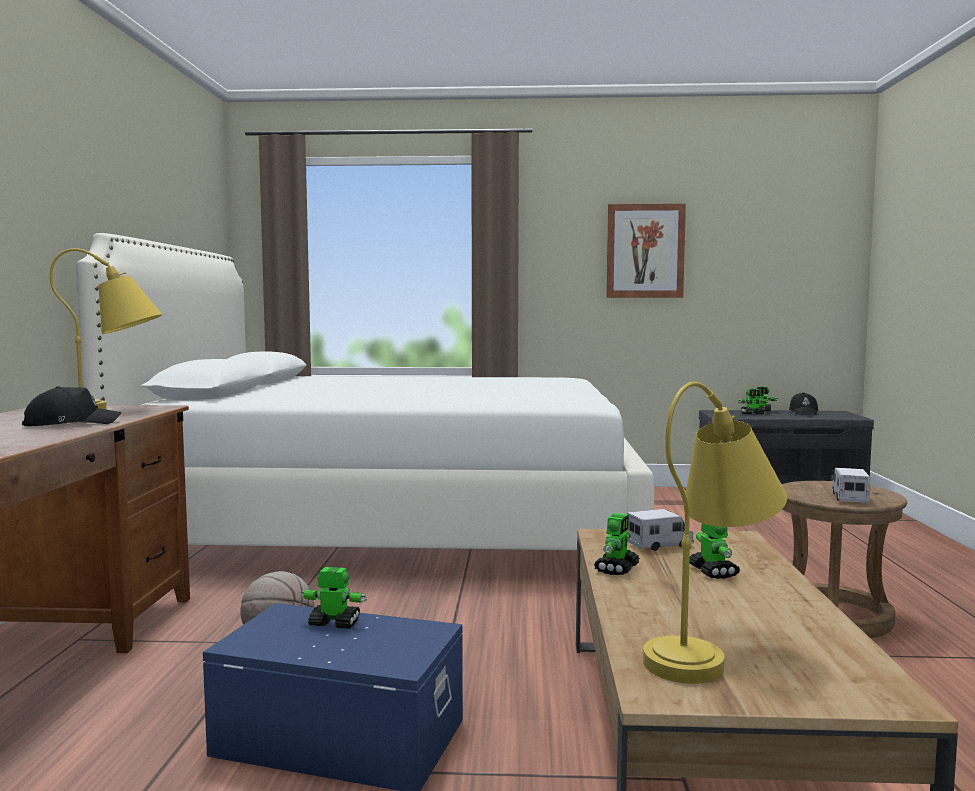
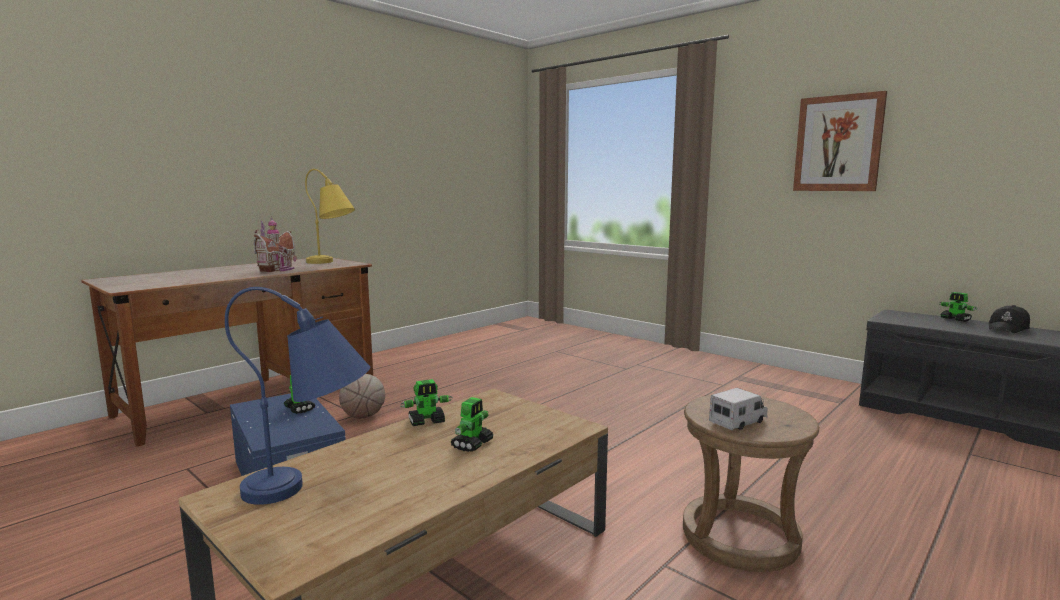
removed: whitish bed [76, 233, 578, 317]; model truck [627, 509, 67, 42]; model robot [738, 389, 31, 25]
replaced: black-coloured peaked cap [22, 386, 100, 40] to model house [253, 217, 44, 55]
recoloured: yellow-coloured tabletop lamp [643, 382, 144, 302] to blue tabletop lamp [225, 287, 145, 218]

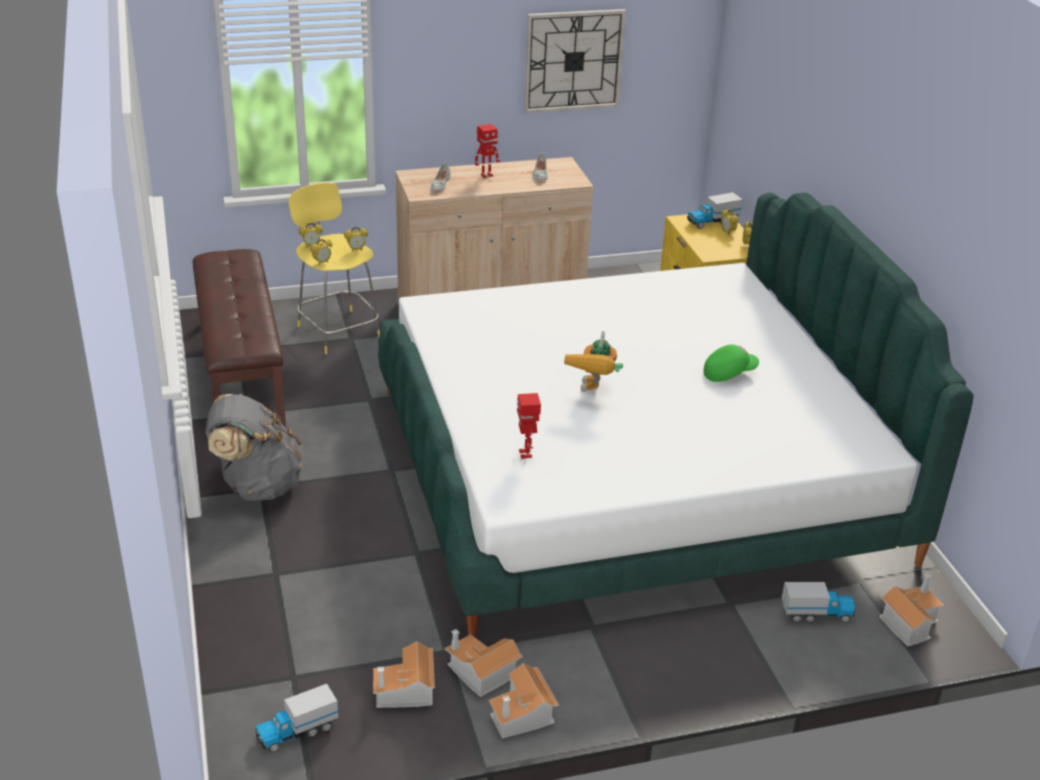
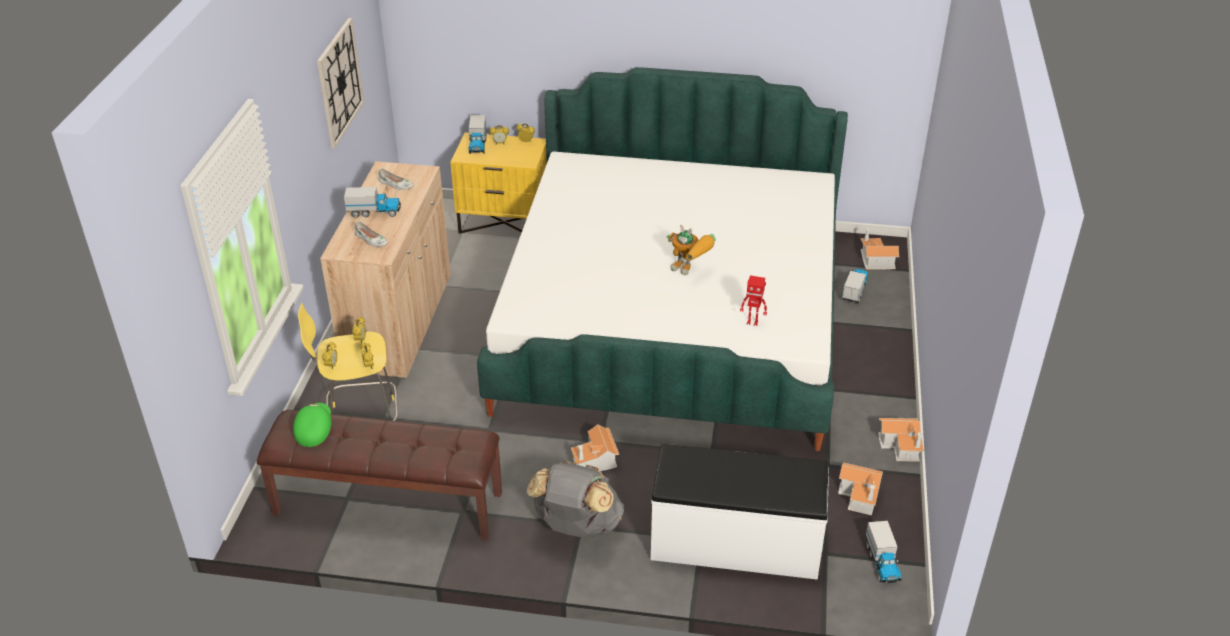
added: whitish long seat [651, 444, 178, 136]
moved: model house [445, 629, 78, 68] to [571, 425, 48, 46]; greenish peaked cap [703, 345, 56, 37] to [293, 403, 38, 44]
replaced: model robot [475, 124, 25, 54] to model truck [344, 187, 57, 31]

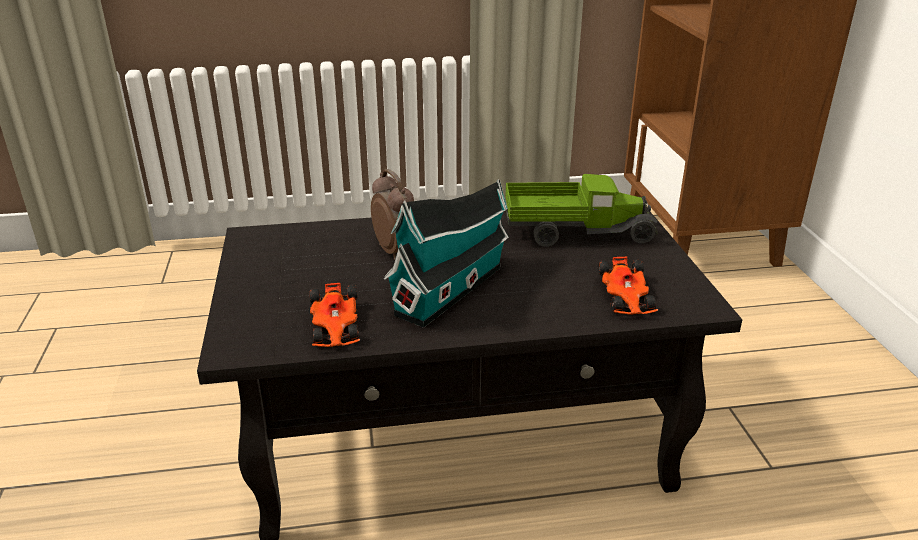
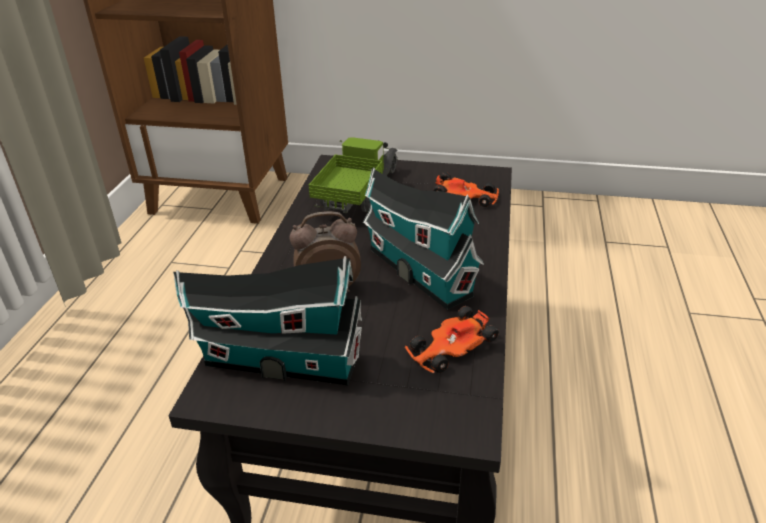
added: model house [173, 256, 189, 129]
turned: miniature car [310, 283, 50, 64] = [405, 306, 94, 67] 135 degrees clockwise

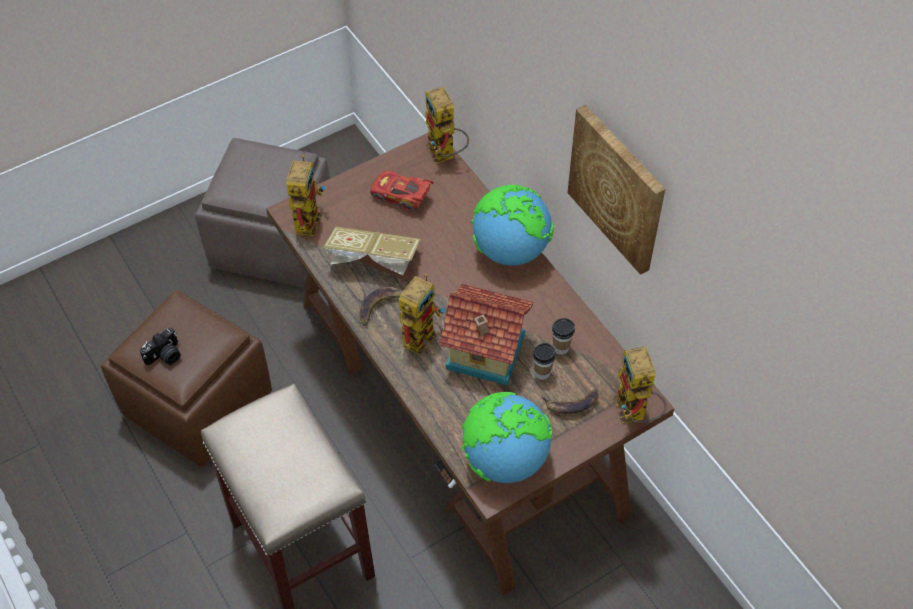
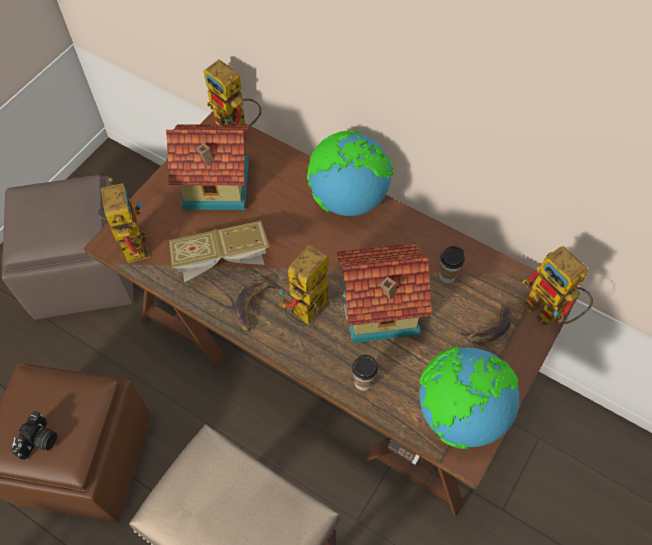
removed: picture [568, 105, 98, 170]
moved: cup [533, 343, 23, 37] to [352, 355, 26, 36]
replaced: red-coloured miniature car [370, 171, 64, 42] to model house [166, 124, 83, 86]
turned: model robot [399, 273, 46, 83] = [279, 245, 50, 83] 150 degrees counterclockwise

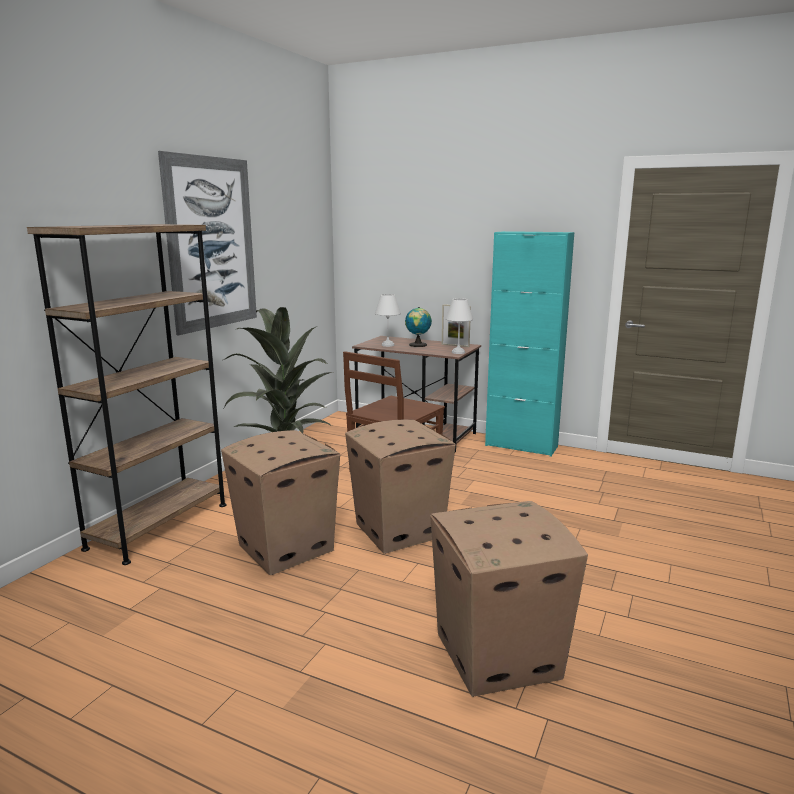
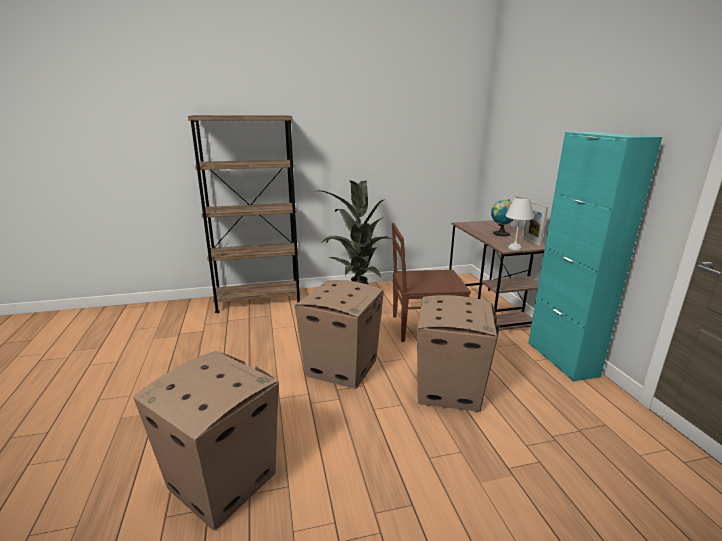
removed: picture [158, 151, 99, 184]; whitish tabletop lamp [375, 294, 26, 53]
moved: carton [221, 430, 119, 145] to [417, 295, 83, 117]

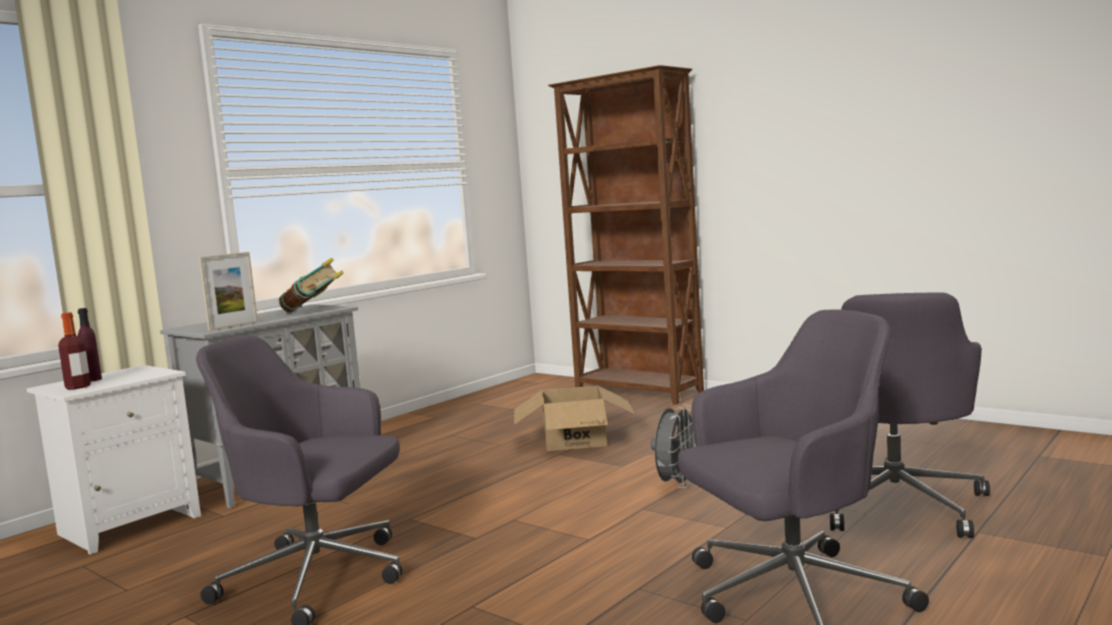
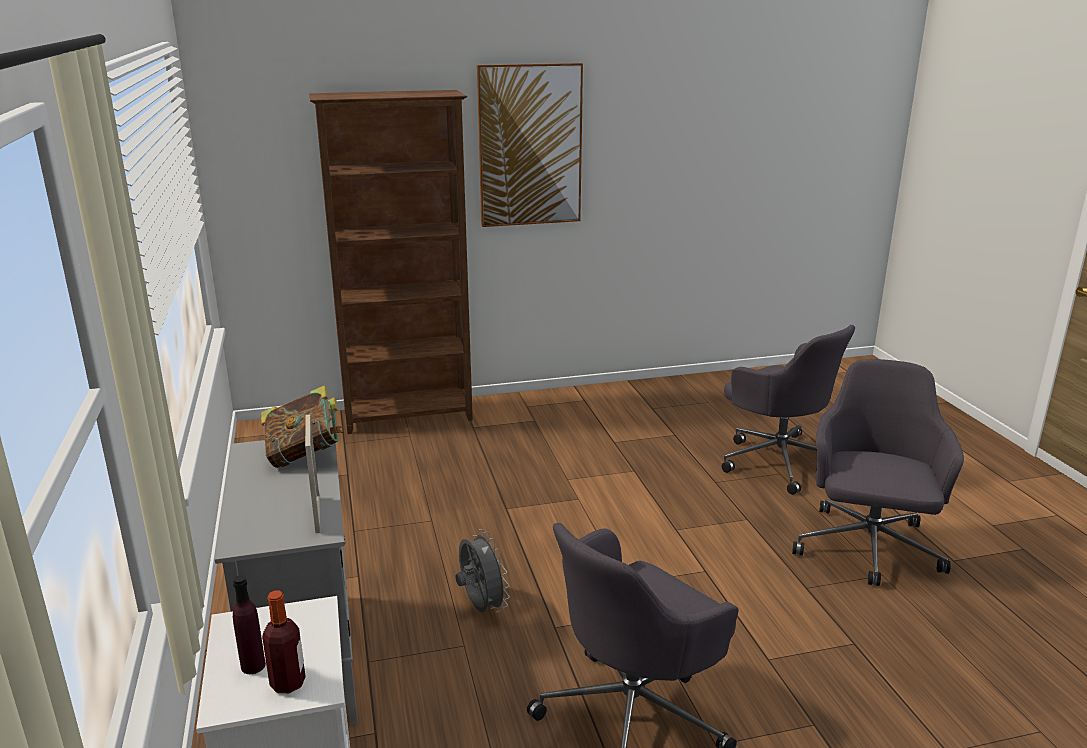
removed: carton [514, 386, 121, 65]
added: picture [477, 63, 106, 164]
moved: grey fan [651, 404, 45, 84] to [455, 529, 55, 84]

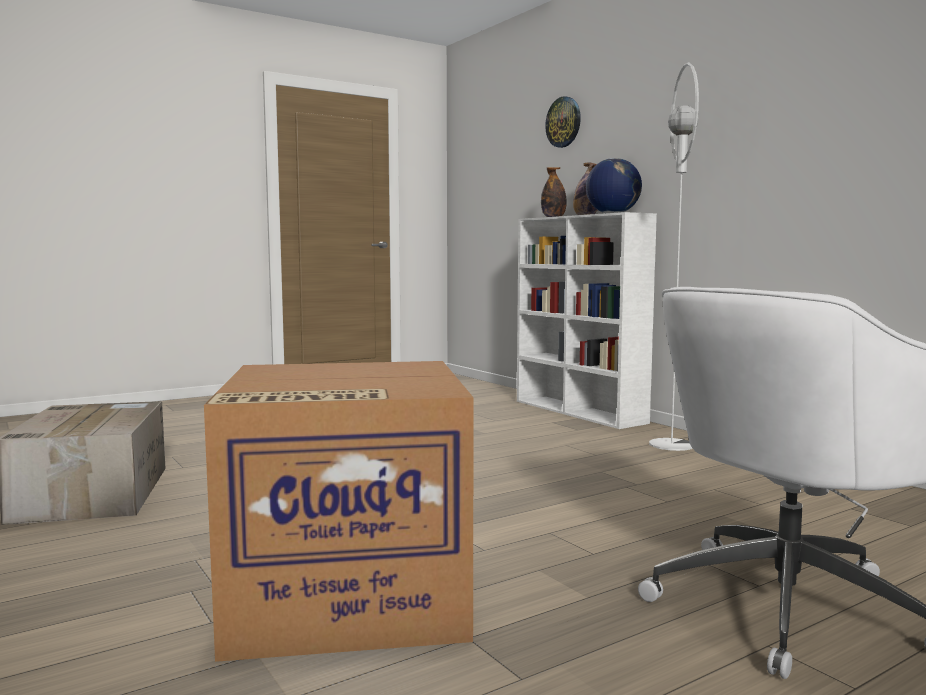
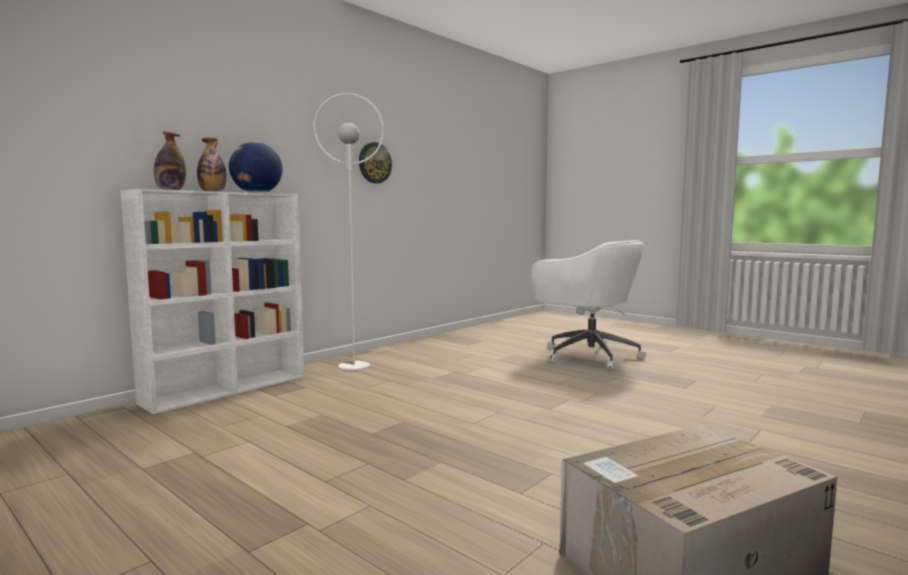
removed: carton [204, 361, 270, 301]
moved: wall clock [545, 96, 36, 52] to [359, 142, 33, 42]

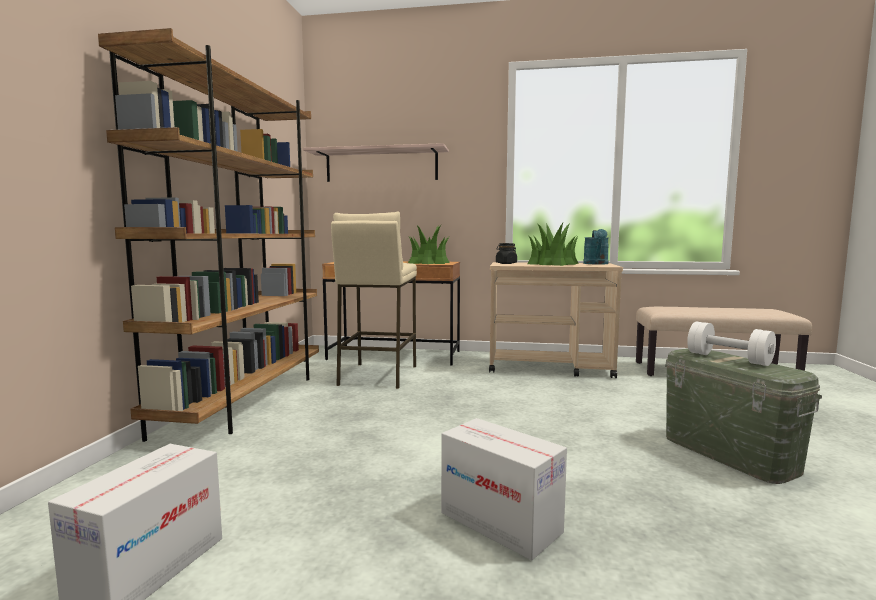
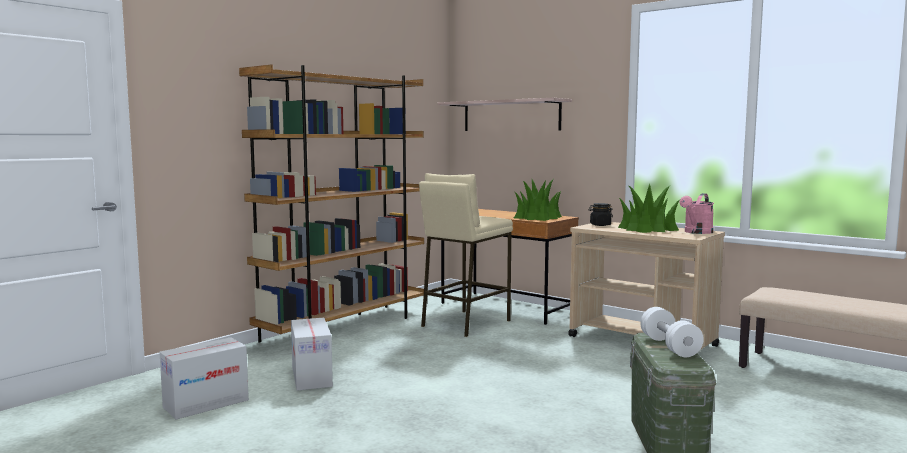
moved: carton [441, 418, 126, 142] to [291, 318, 42, 73]
recoloured: blue-green watering can [583, 229, 26, 35] to pinkish watering can [680, 193, 34, 41]

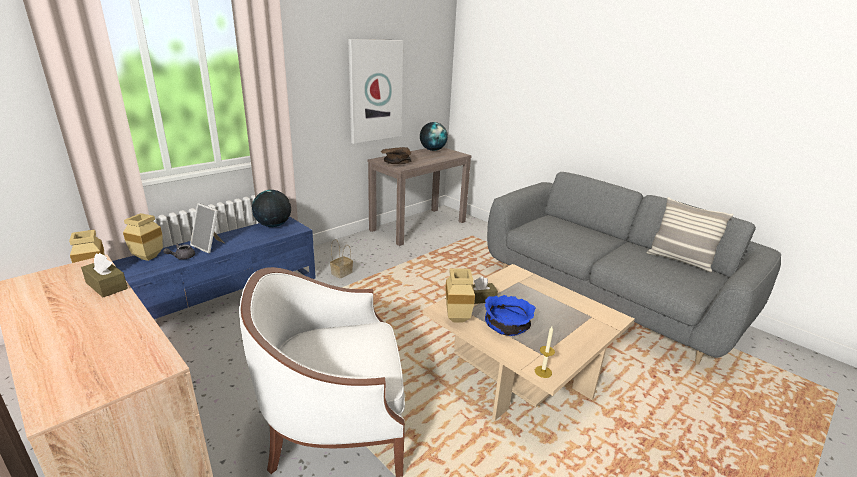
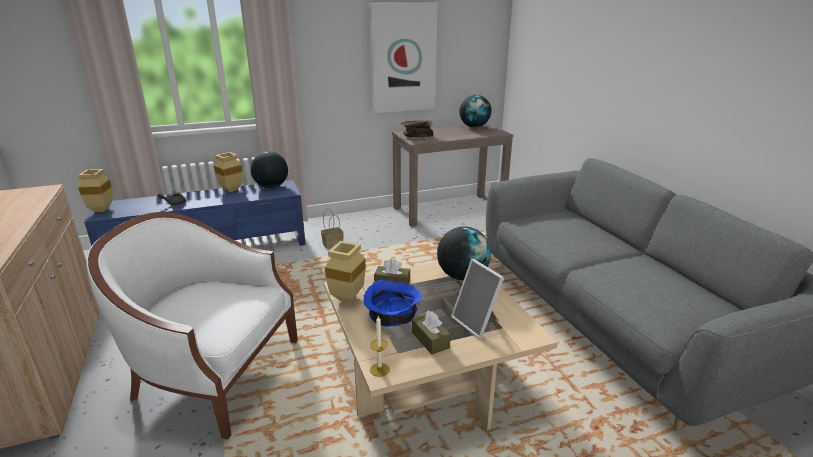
removed: throw pillow [647, 197, 86, 75]
added: globe [437, 227, 54, 53]
moved: brown-coloured box of tissues [81, 253, 47, 44] to [412, 311, 39, 44]; beige decorative vase [123, 213, 40, 48] to [214, 152, 29, 40]; picture frame [190, 203, 34, 50] to [451, 259, 53, 80]

